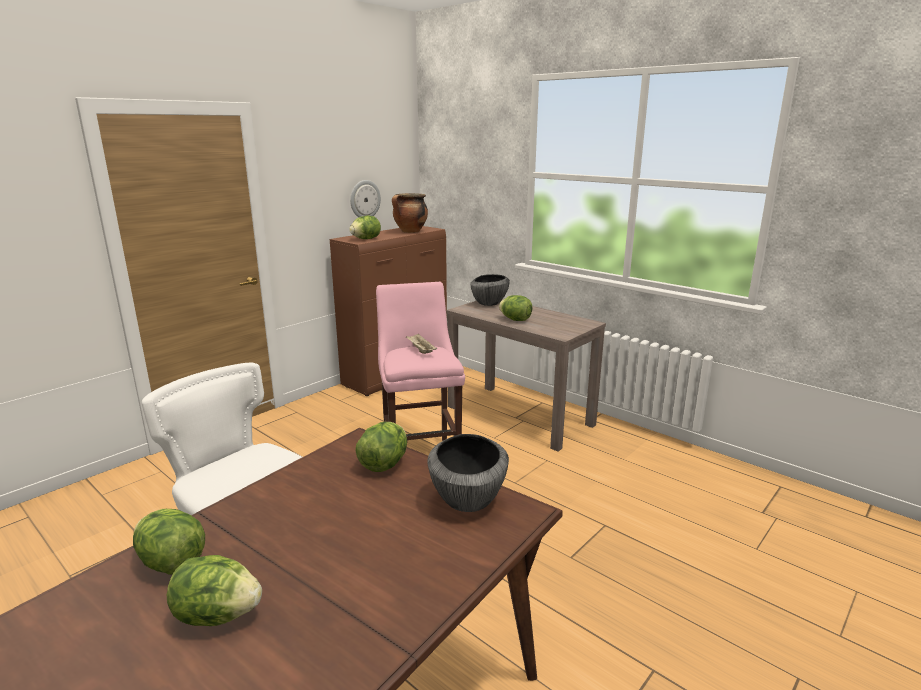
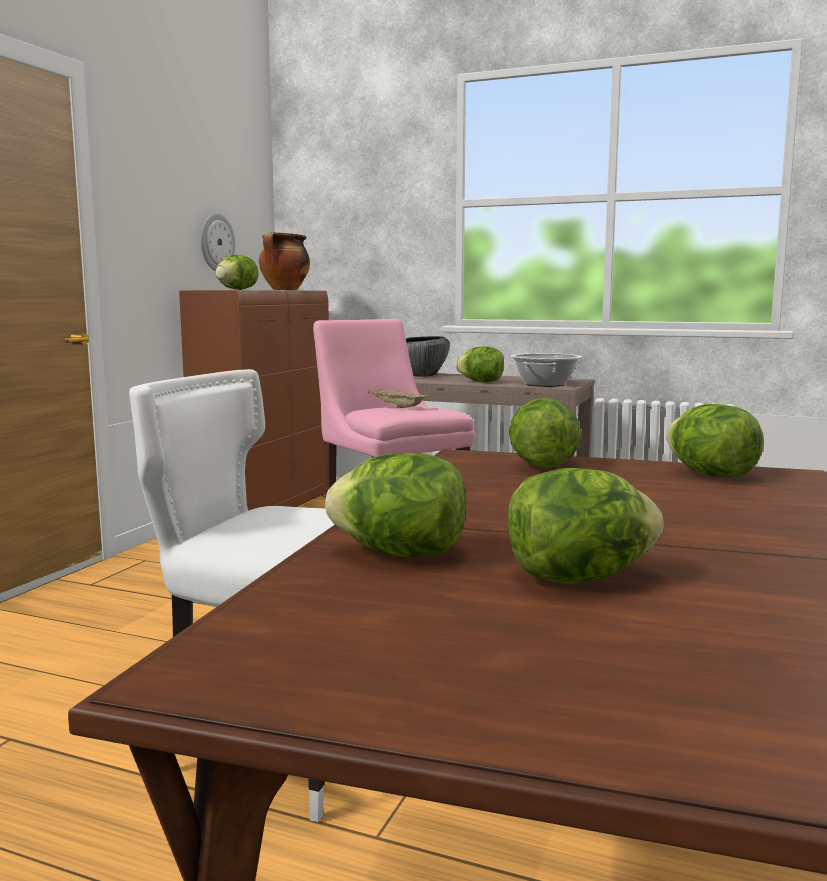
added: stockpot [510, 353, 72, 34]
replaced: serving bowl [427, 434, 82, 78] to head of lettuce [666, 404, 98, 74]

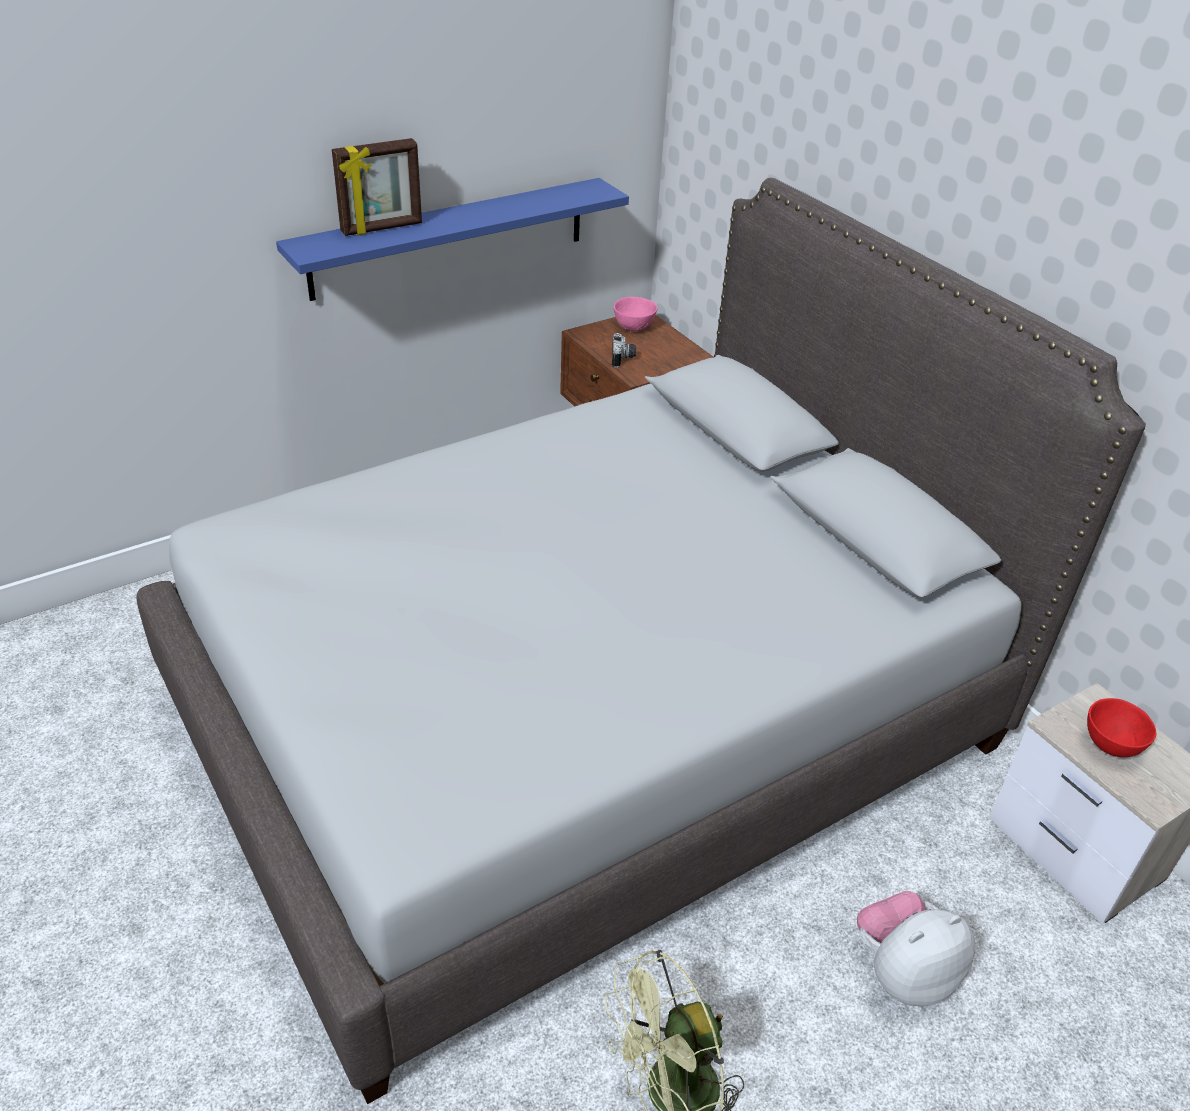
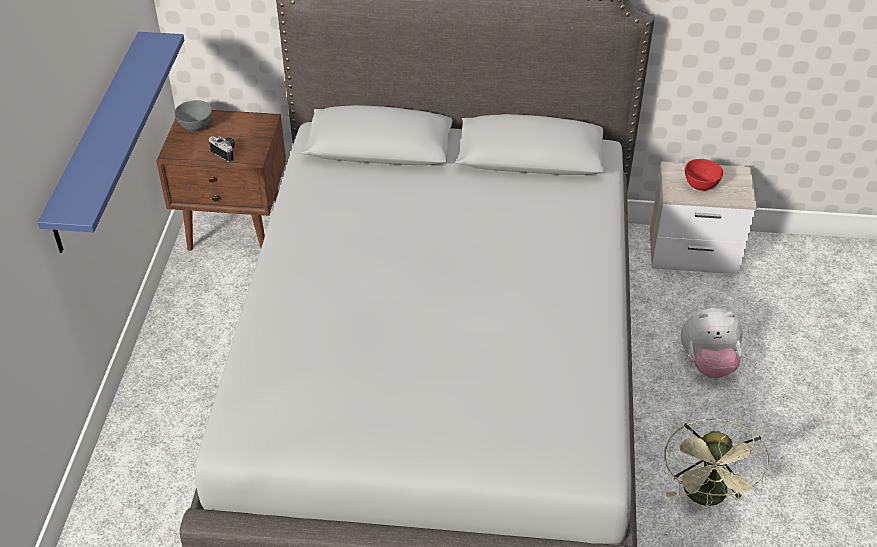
removed: picture frame [332, 138, 90, 98]
recoloured: pinkish serving bowl [614, 297, 44, 34] to grey serving bowl [174, 100, 38, 32]
turned: cuddly toy [857, 891, 118, 116] = [681, 308, 62, 70] 105 degrees counterclockwise

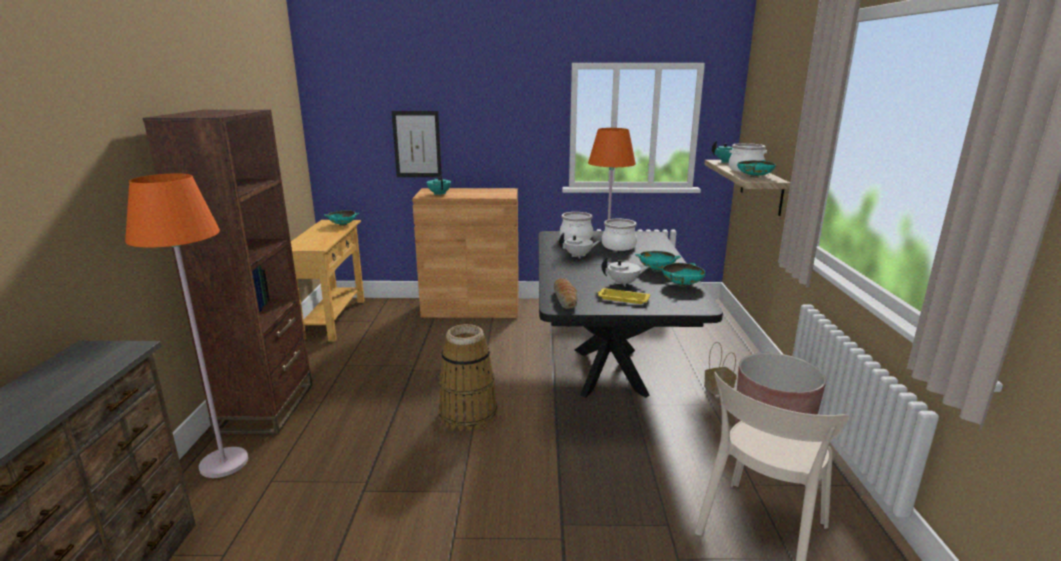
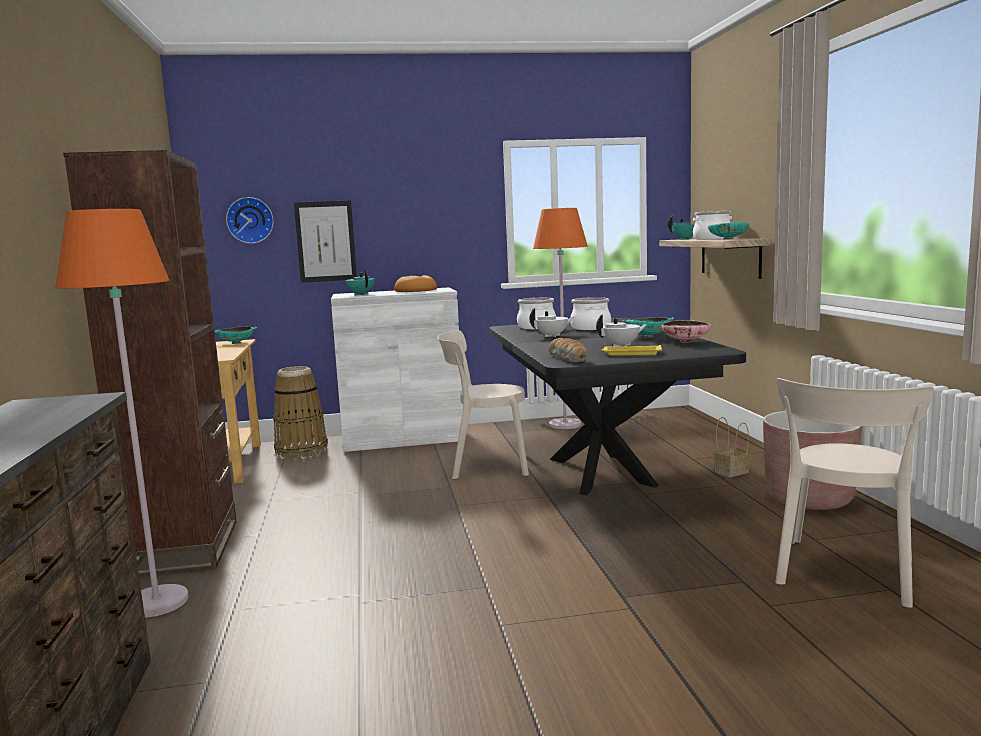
added: wall clock [226, 197, 48, 47]; bakery bread [394, 275, 43, 17]; beige plain chair [437, 330, 92, 149]
moved: storage basket [439, 324, 58, 107] to [273, 366, 55, 92]
recoloured: brown-coloured storage cabinet [412, 188, 107, 130] to whitish storage cabinet [331, 287, 132, 165]; blue-green serving bowl [662, 263, 43, 23] to pinkish serving bowl [662, 320, 49, 23]

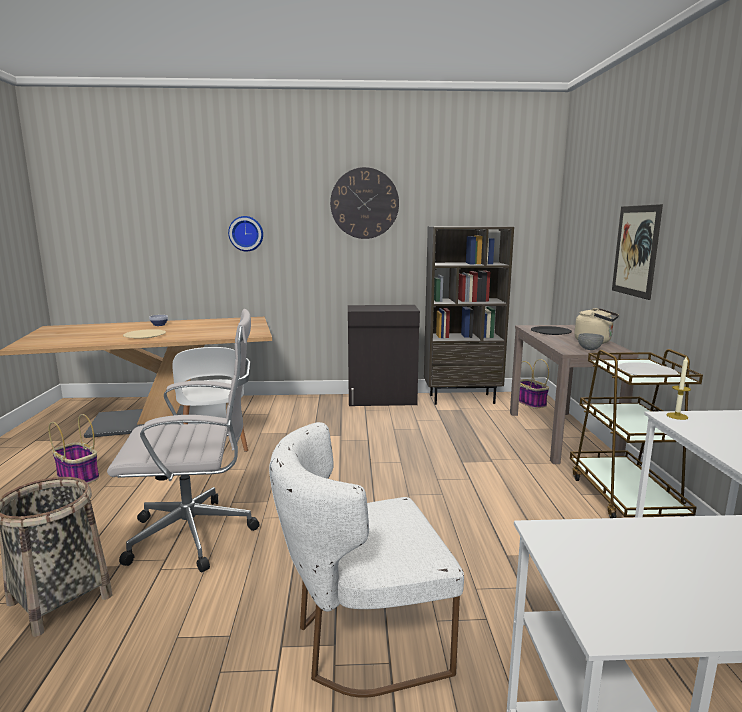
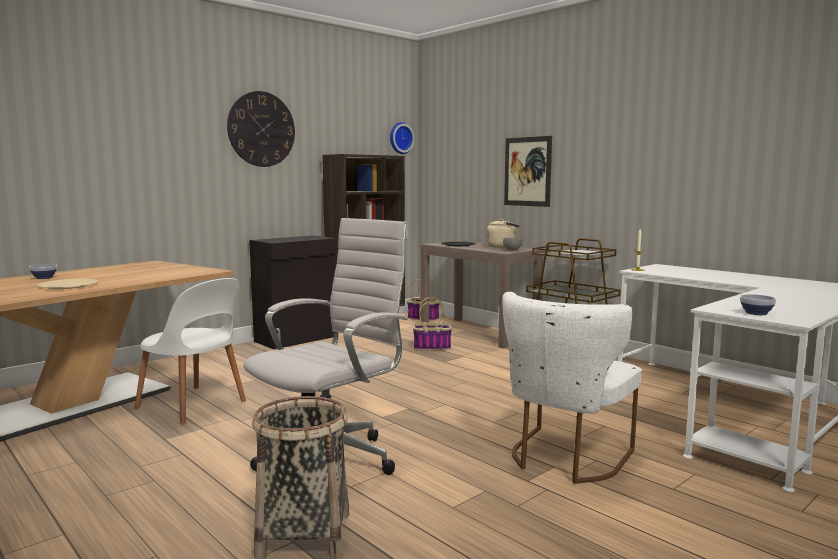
added: serving bowl [740, 294, 36, 21]
moved: storage basket [49, 414, 50, 70] to [413, 297, 39, 53]; wall clock [228, 216, 35, 35] to [390, 122, 25, 32]

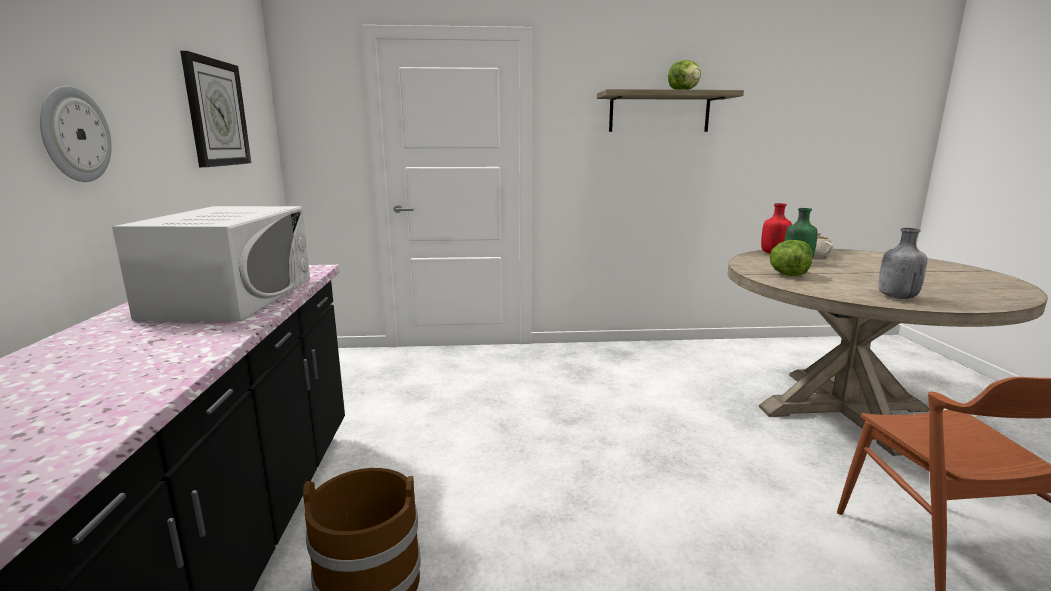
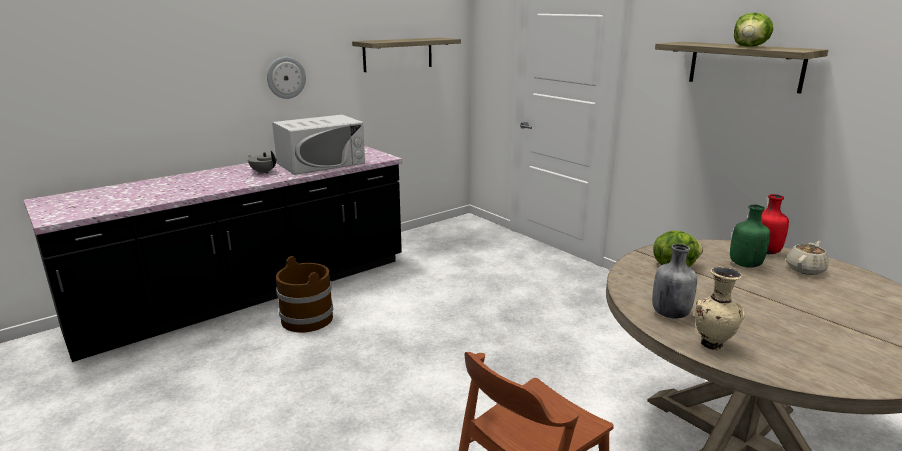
added: grey tea pot [248, 151, 29, 23]; beige decorative vase [695, 267, 50, 84]
replaced: wall clock [180, 51, 71, 116] to bracket shelf [352, 37, 109, 35]

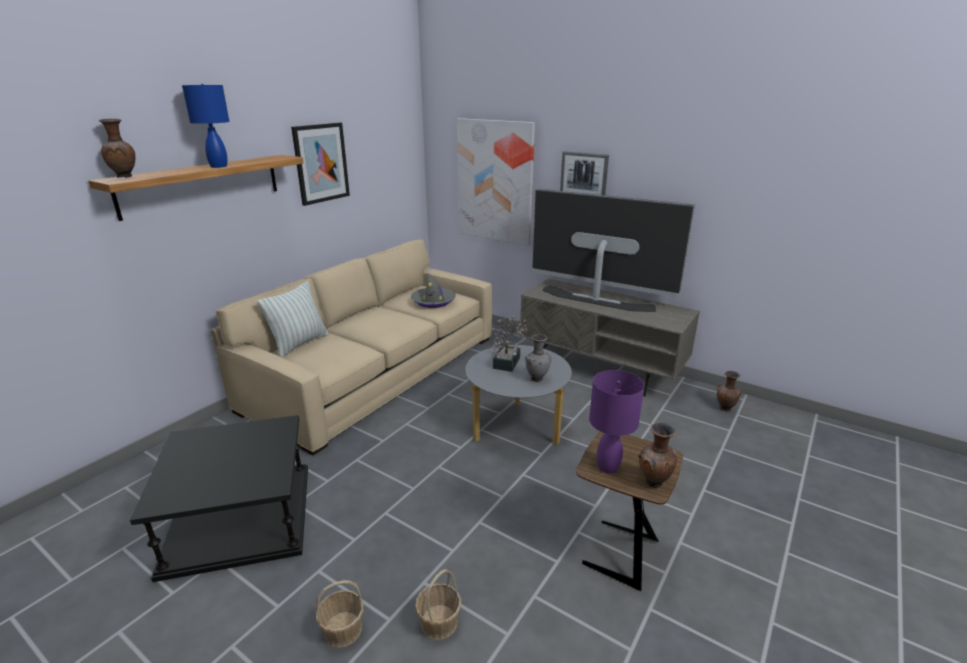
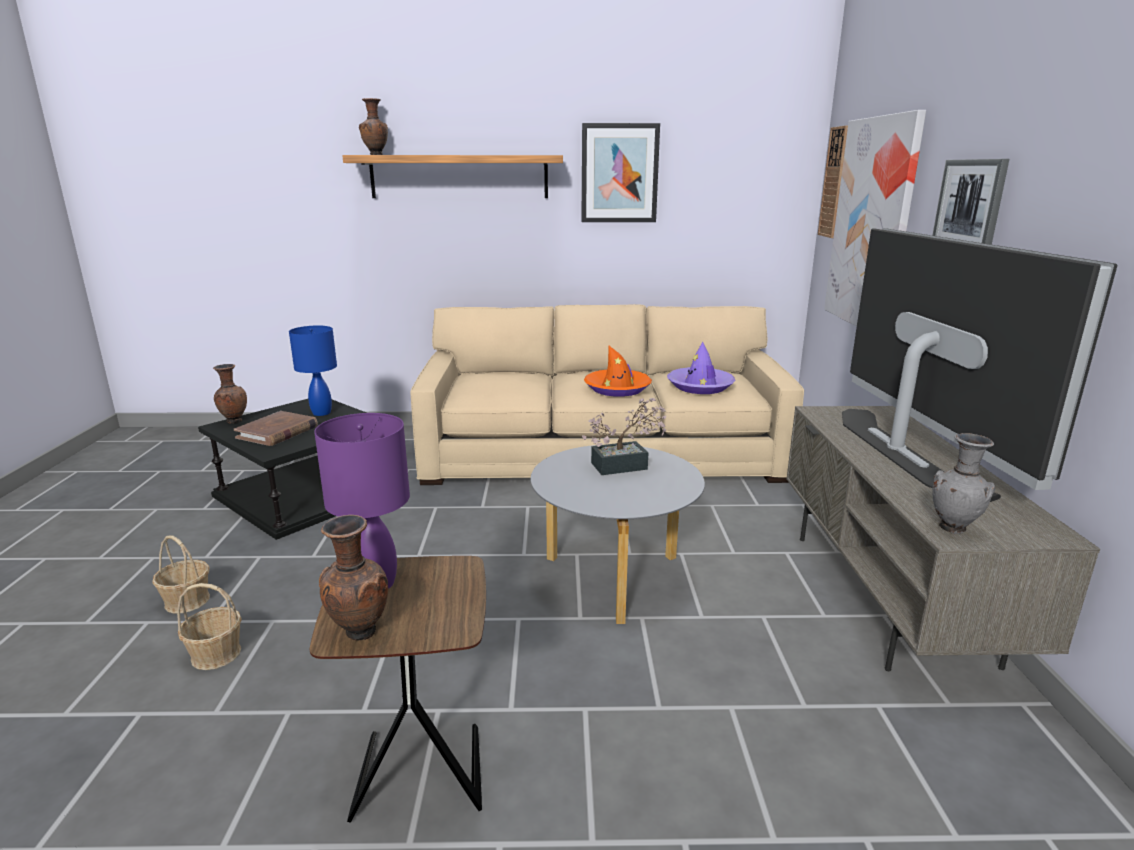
removed: throw pillow [257, 282, 71, 75]
added: brown-coloured volume [234, 411, 84, 35]; orange-coloured hat [584, 346, 68, 51]; wall clock [818, 125, 30, 113]
moved: blue tabletop lamp [182, 84, 47, 84] to [289, 326, 48, 90]; grey decorative vase [525, 334, 27, 48] to [932, 433, 63, 101]; brown-coloured decorative vase [717, 371, 24, 40] to [213, 364, 34, 60]
recoloured: grey hat [411, 273, 45, 35] to purplish hat [667, 342, 69, 52]

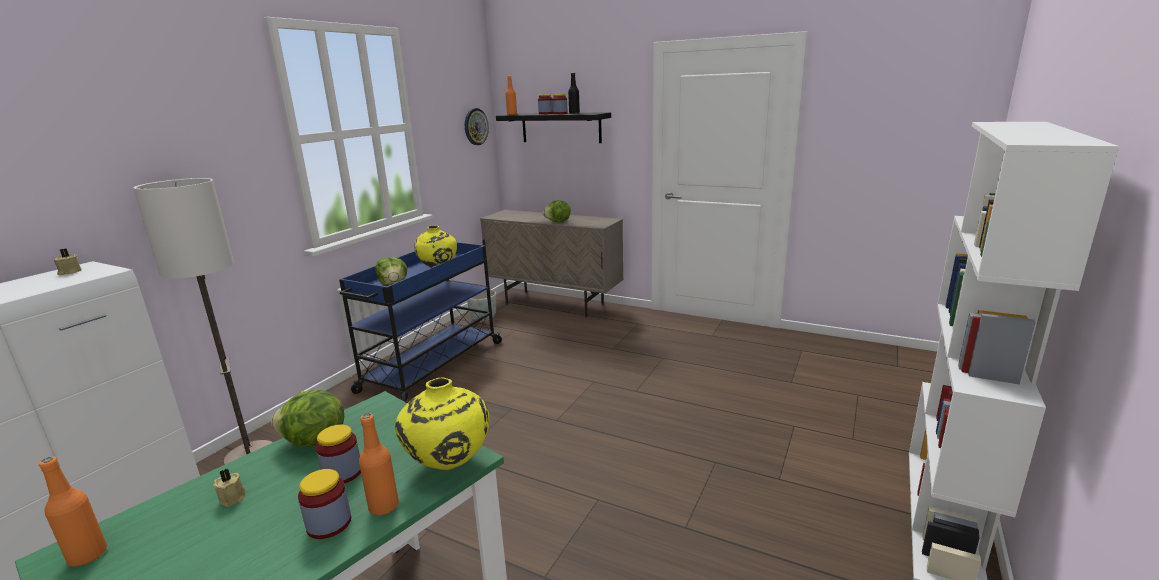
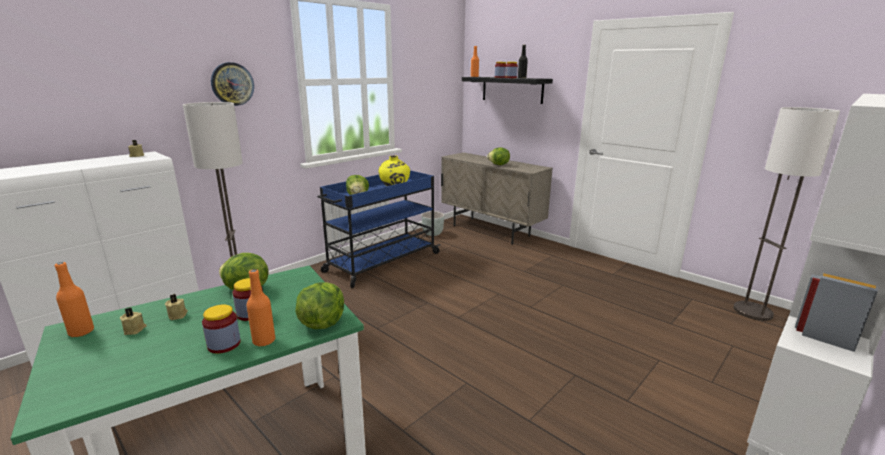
added: beige wax candle [120, 307, 27, 28]; standing lamp [734, 107, 106, 214]
moved: wall clock [465, 108, 24, 37] to [211, 62, 43, 44]
replaced: yellow-coloured decorative vase [395, 378, 94, 92] to head of lettuce [295, 282, 49, 47]

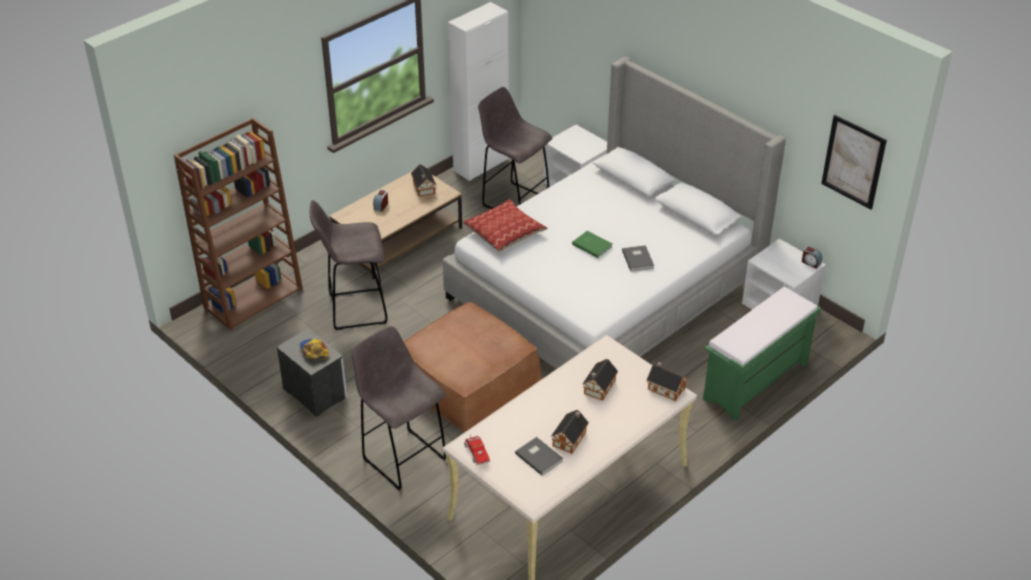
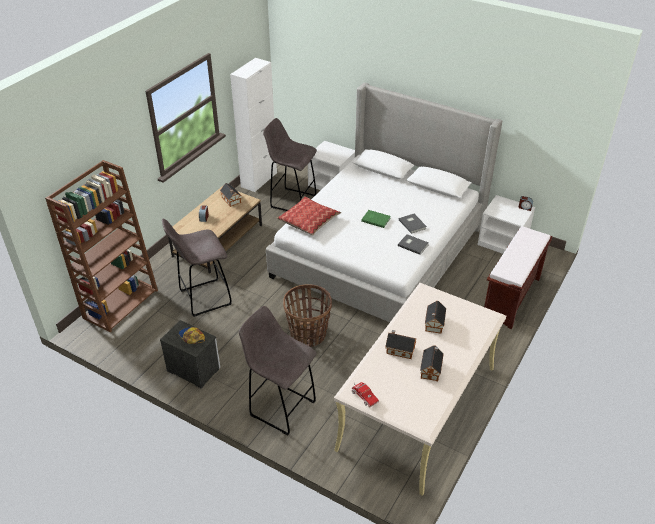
removed: picture [821, 115, 66, 95]
moved: grey volume [515, 437, 48, 39] to [398, 234, 31, 21]; model house [647, 362, 40, 39] to [385, 330, 32, 29]
replaced: brown-coloured ottoman [404, 302, 138, 130] to storage basket [283, 284, 49, 63]
recoloured: greenish long seat [703, 287, 118, 134] to brown-coloured long seat [484, 226, 69, 103]

